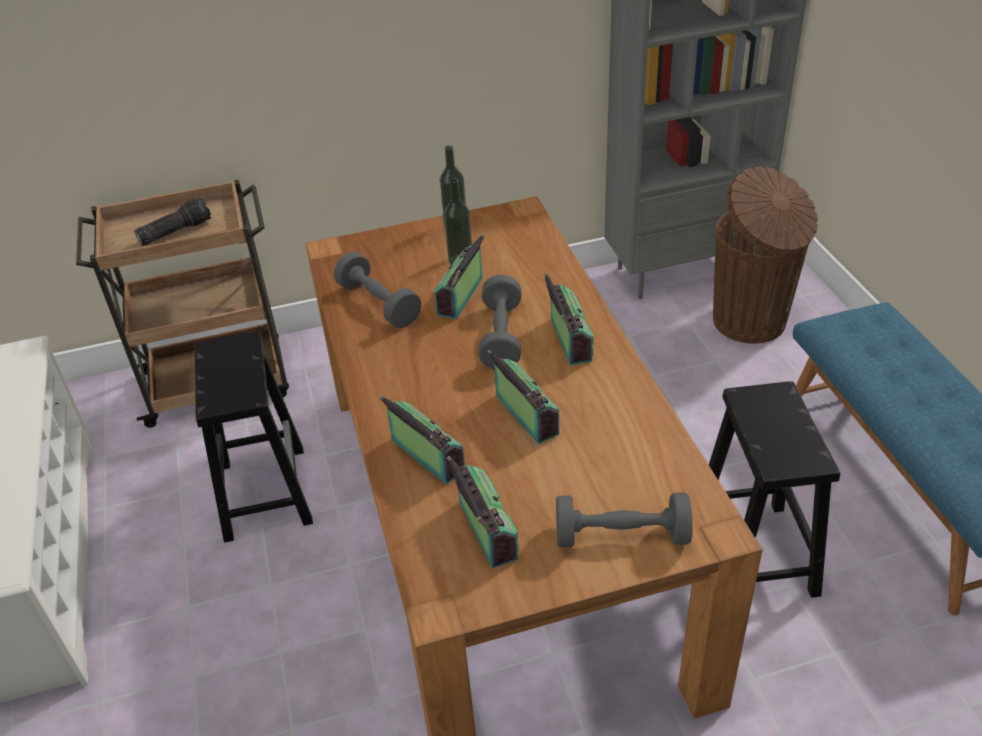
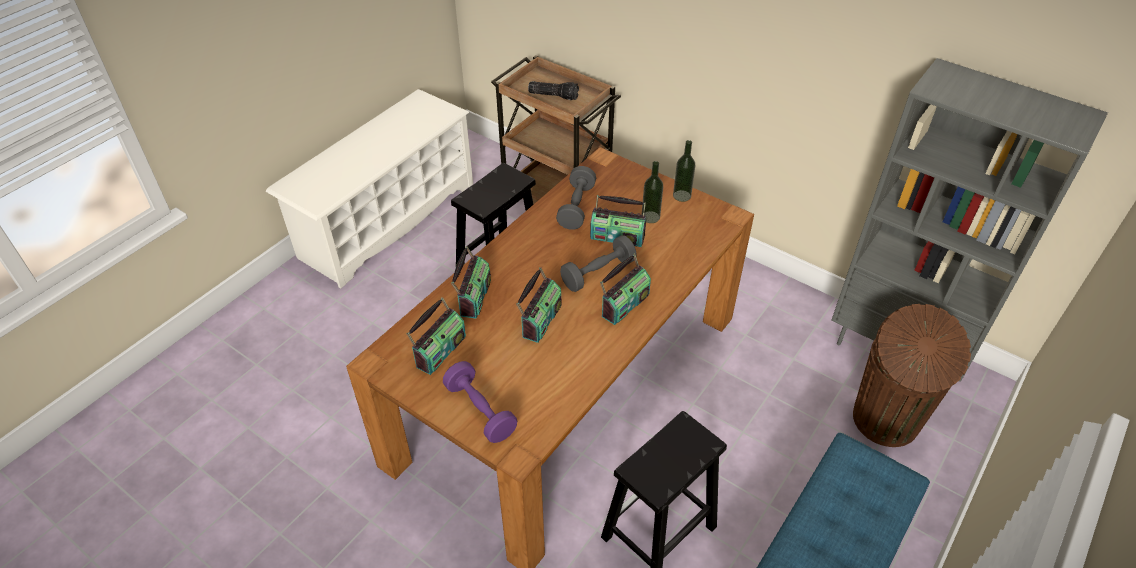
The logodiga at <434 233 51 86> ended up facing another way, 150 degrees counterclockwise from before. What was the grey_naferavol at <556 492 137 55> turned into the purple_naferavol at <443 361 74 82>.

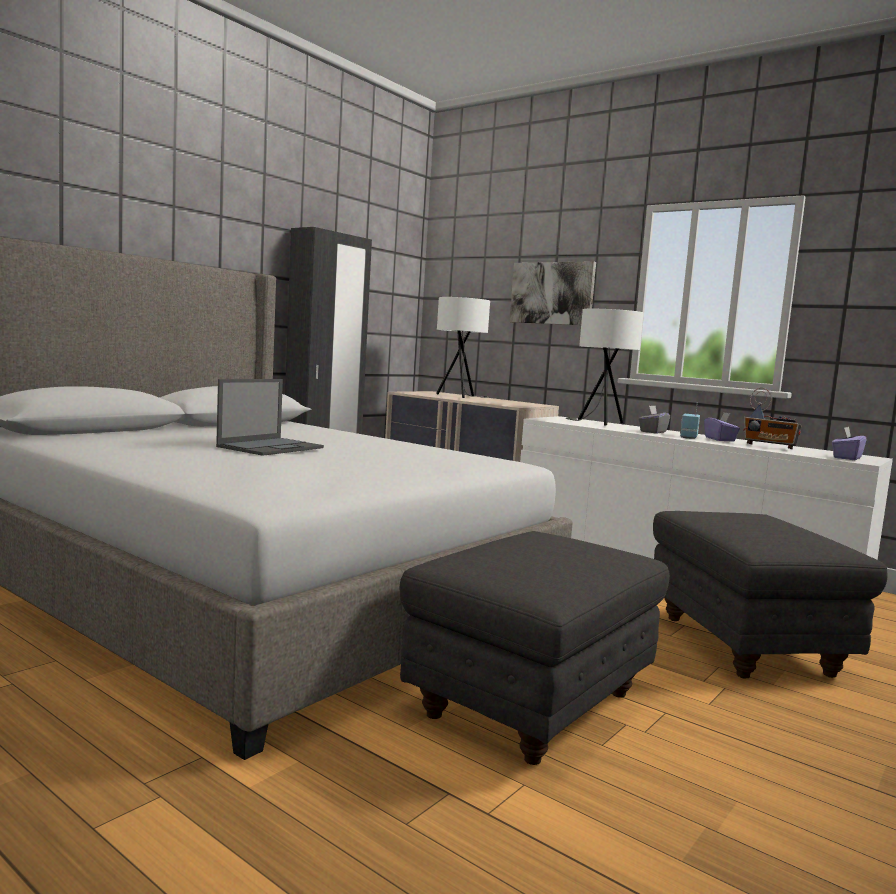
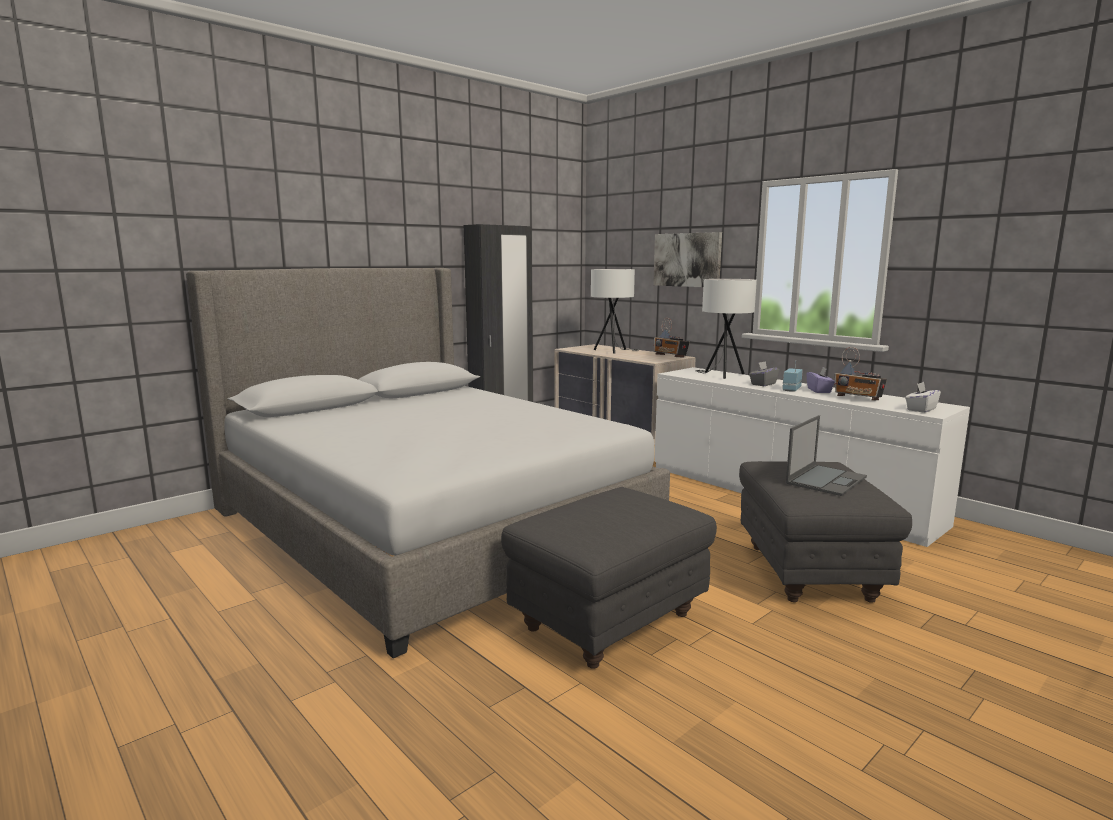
The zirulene ended up elsewhere, having gone from <216 379 108 77> to <786 415 81 81>. What was the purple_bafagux at <832 427 34 33> turned into the white_bafagux at <905 382 36 31>. The second view gained the logodiga at <653 318 37 40>.

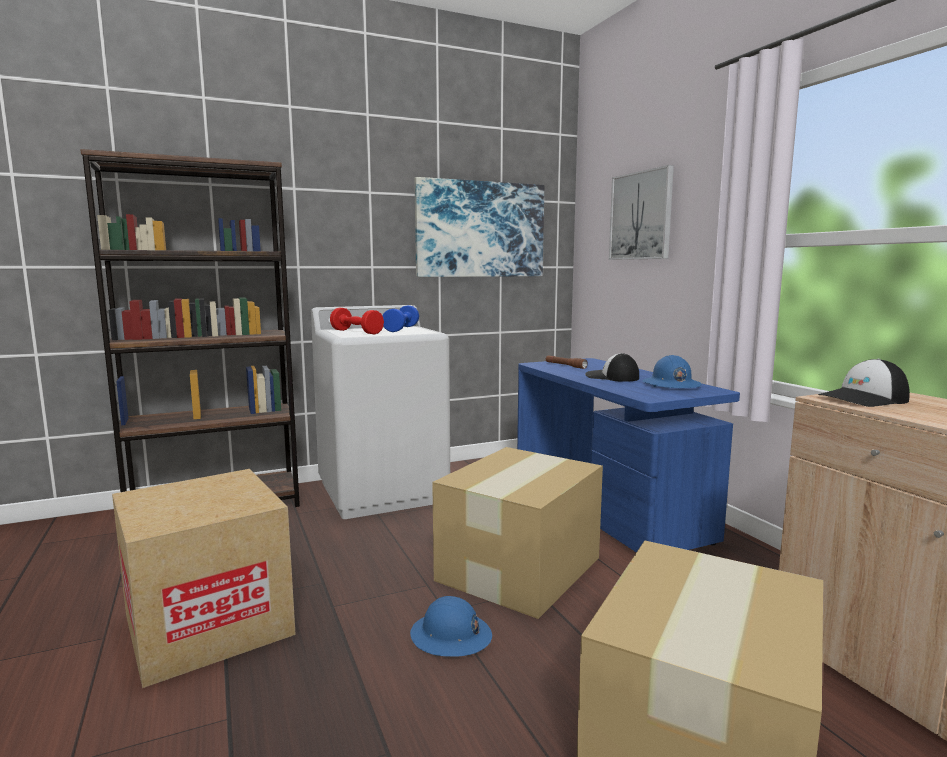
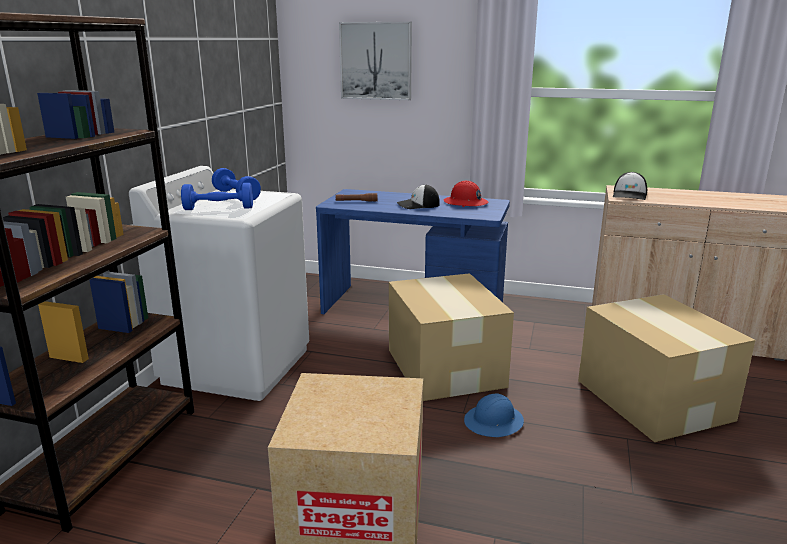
The second view lost the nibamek at <414 177 130 100>. What was the red_naferavol at <330 308 54 26> turned into the blue_naferavol at <181 183 72 27>. What was the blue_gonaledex at <642 355 60 33> turned into the red_gonaledex at <444 181 44 26>.

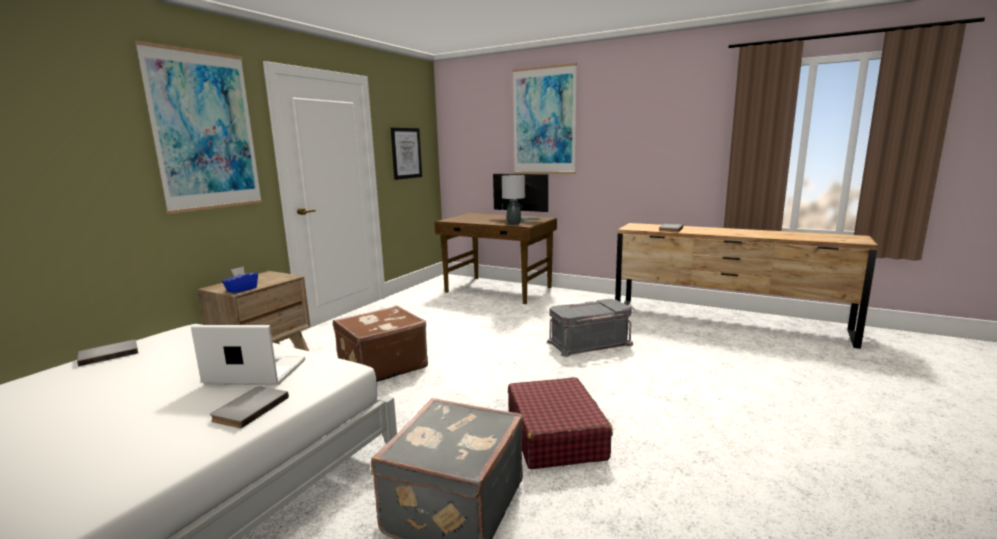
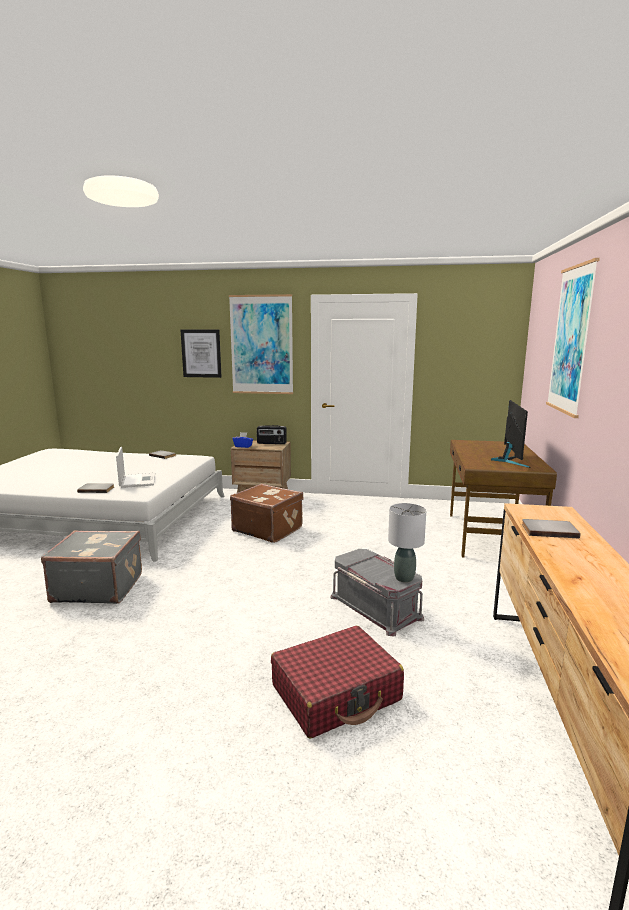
The nibamek ended up elsewhere, having gone from <391 128 31 52> to <181 330 41 48>. The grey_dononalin ended up elsewhere, having gone from <502 175 23 50> to <388 503 38 80>. The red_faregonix ended up elsewhere, having gone from <508 377 105 92> to <271 626 133 112>. The second view gained the logodiga at <257 425 30 19>.

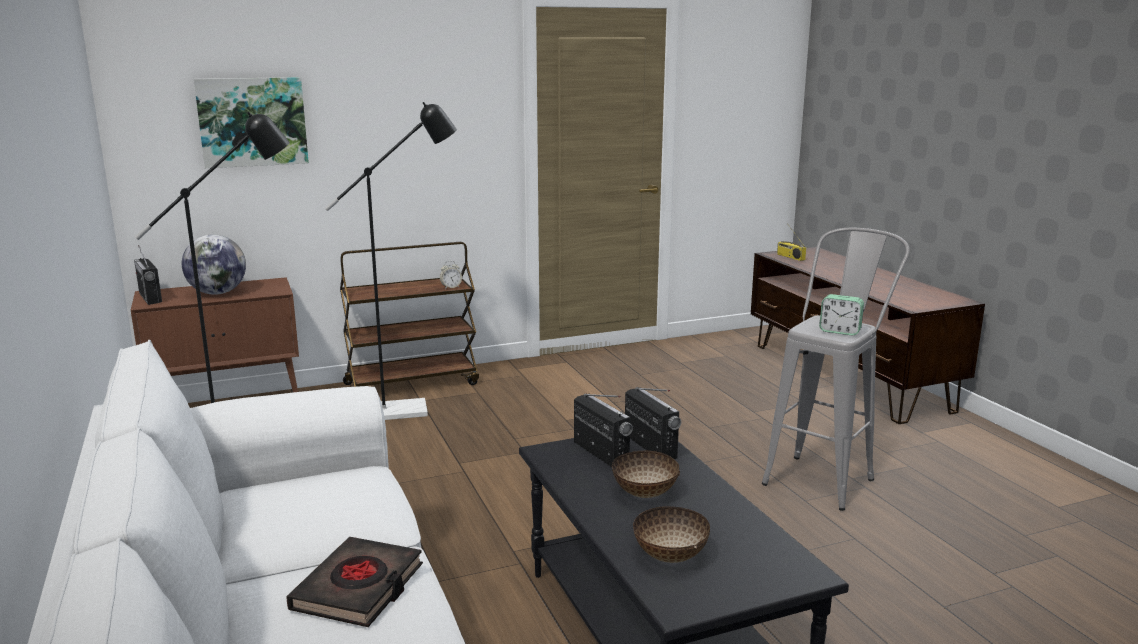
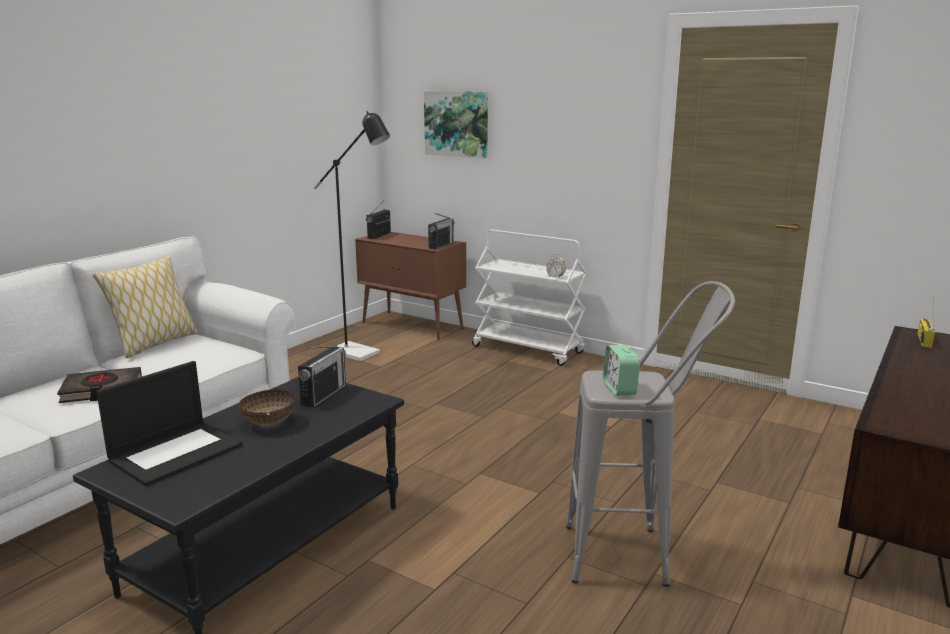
The second view lost the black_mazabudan at <325 102 132 318>. The second view lost the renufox at <182 234 64 61>. What was the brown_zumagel at <340 242 139 145> turned into the white_zumagel at <472 229 115 137>. The logodiga ended up elsewhere, having gone from <625 387 56 72> to <428 213 27 37>. Where the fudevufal stood at <633 506 77 57>, the zirulene came to stand at <96 361 147 125>. The second view gained the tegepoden at <93 255 105 103>.

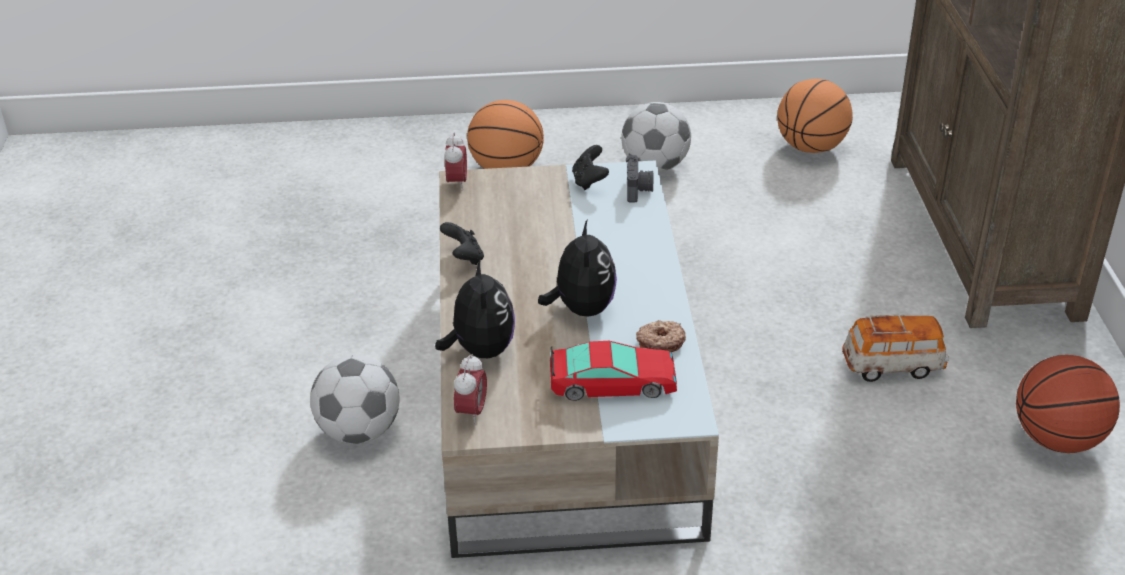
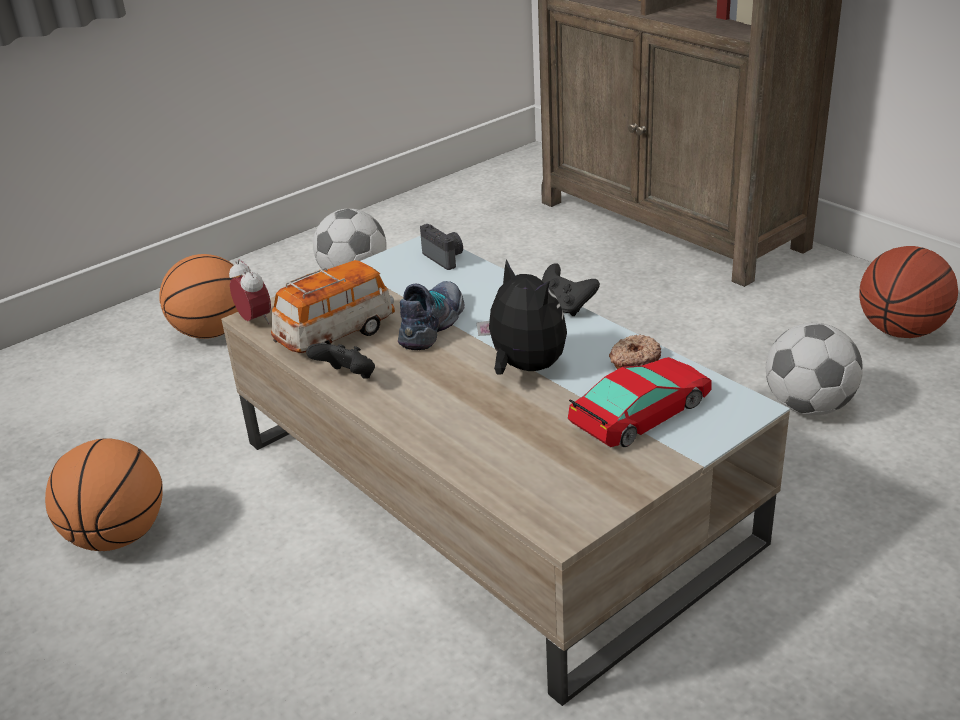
The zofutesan ended up elsewhere, having gone from <777 79 76 74> to <45 438 118 113>. The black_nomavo ended up elsewhere, having gone from <572 145 37 45> to <542 263 58 53>. The second view lost the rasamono at <435 258 80 100>. The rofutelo ended up elsewhere, having gone from <842 315 107 67> to <271 260 124 93>. The second view lost the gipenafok at <454 354 33 71>. The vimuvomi ended up elsewhere, having gone from <310 355 90 89> to <766 323 97 92>. The second view gained the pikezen at <398 281 66 69>.

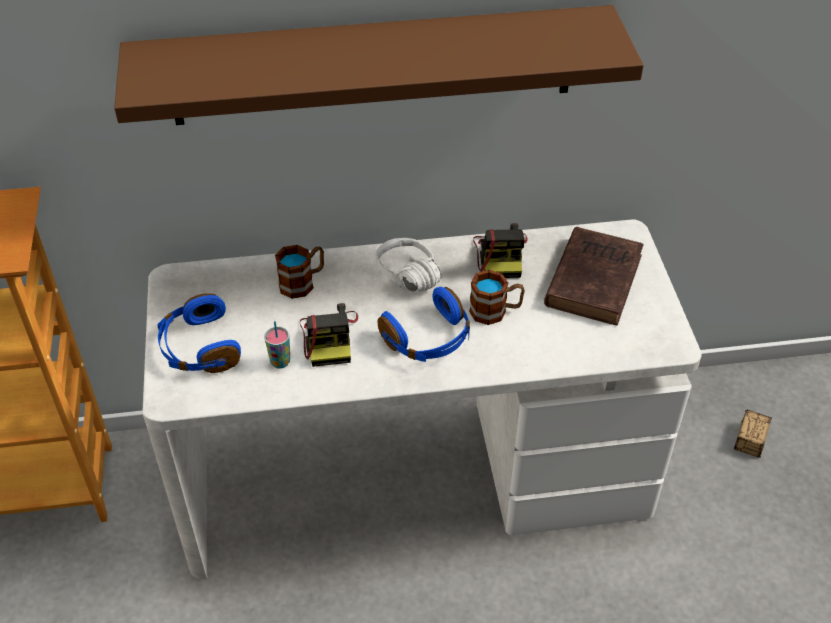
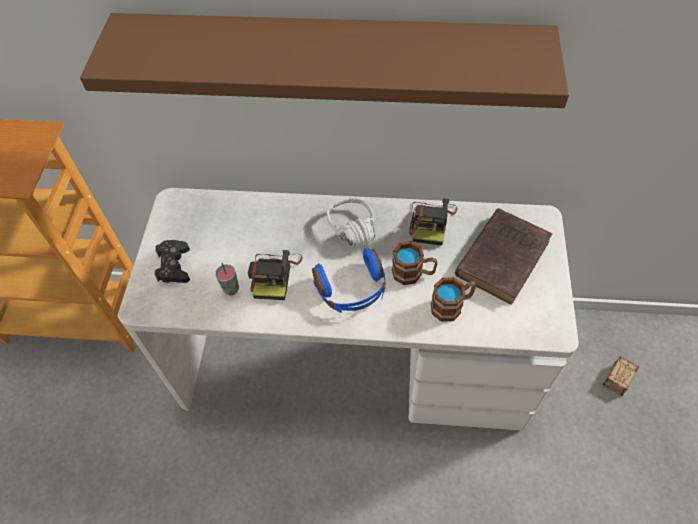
The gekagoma ended up elsewhere, having gone from <275 245 49 54> to <431 277 45 45>. Where the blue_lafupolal stood at <157 293 84 80>, the black_nomavo came to stand at <155 240 35 43>.

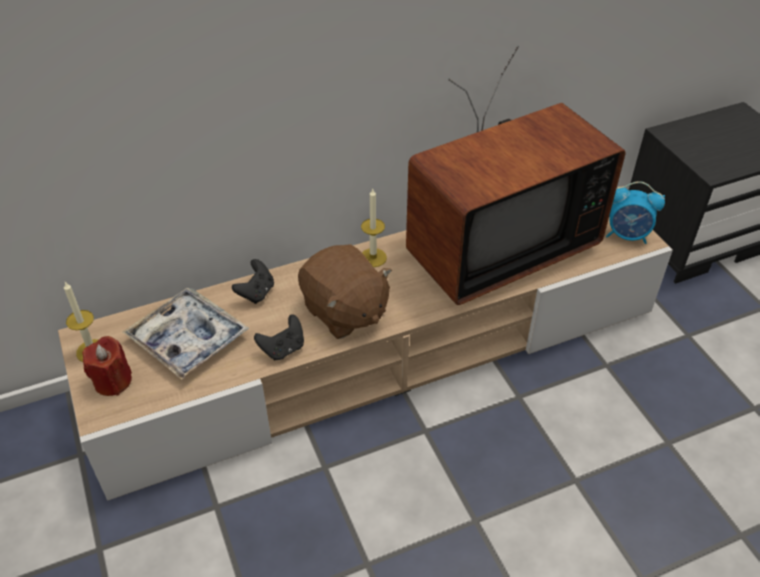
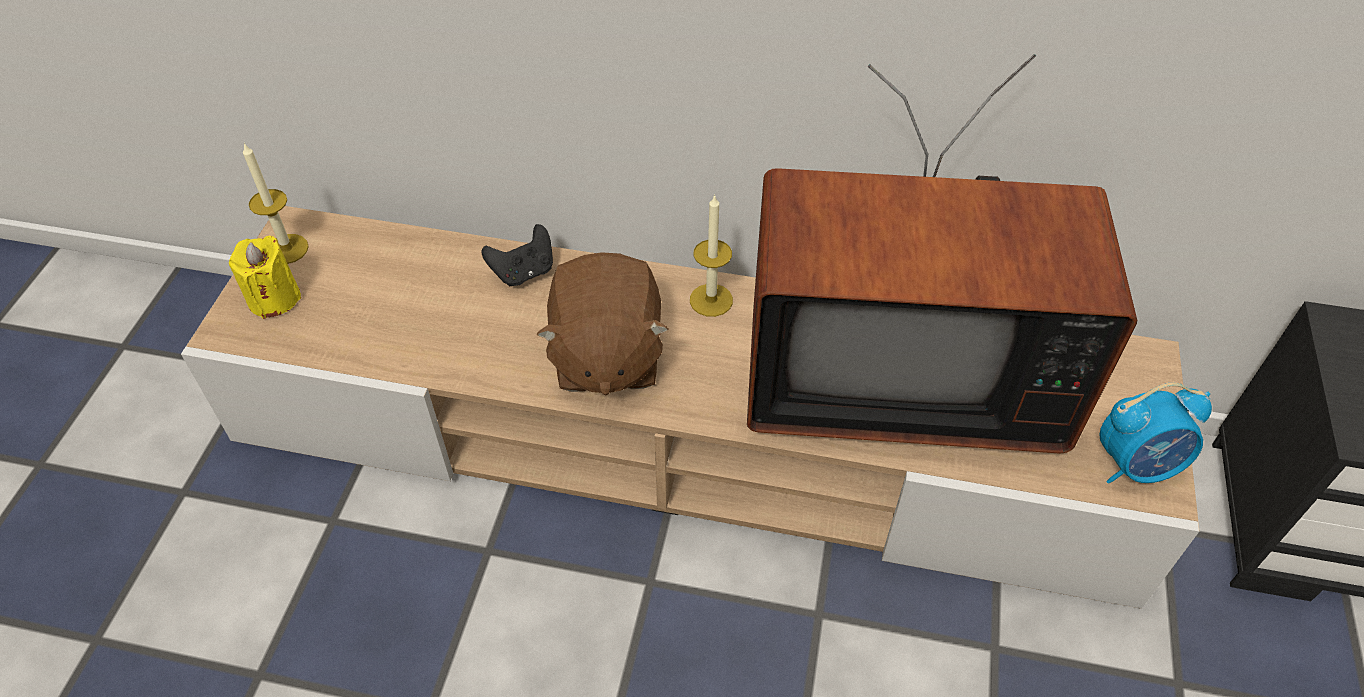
The gipenafok at <606 181 59 63> ended up facing another way, 60 degrees counterclockwise from before. The second view lost the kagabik at <123 288 126 92>. The second view lost the black_nomavo at <254 315 50 45>. What was the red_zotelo at <83 336 49 60> turned into the yellow_zotelo at <229 236 72 83>.

